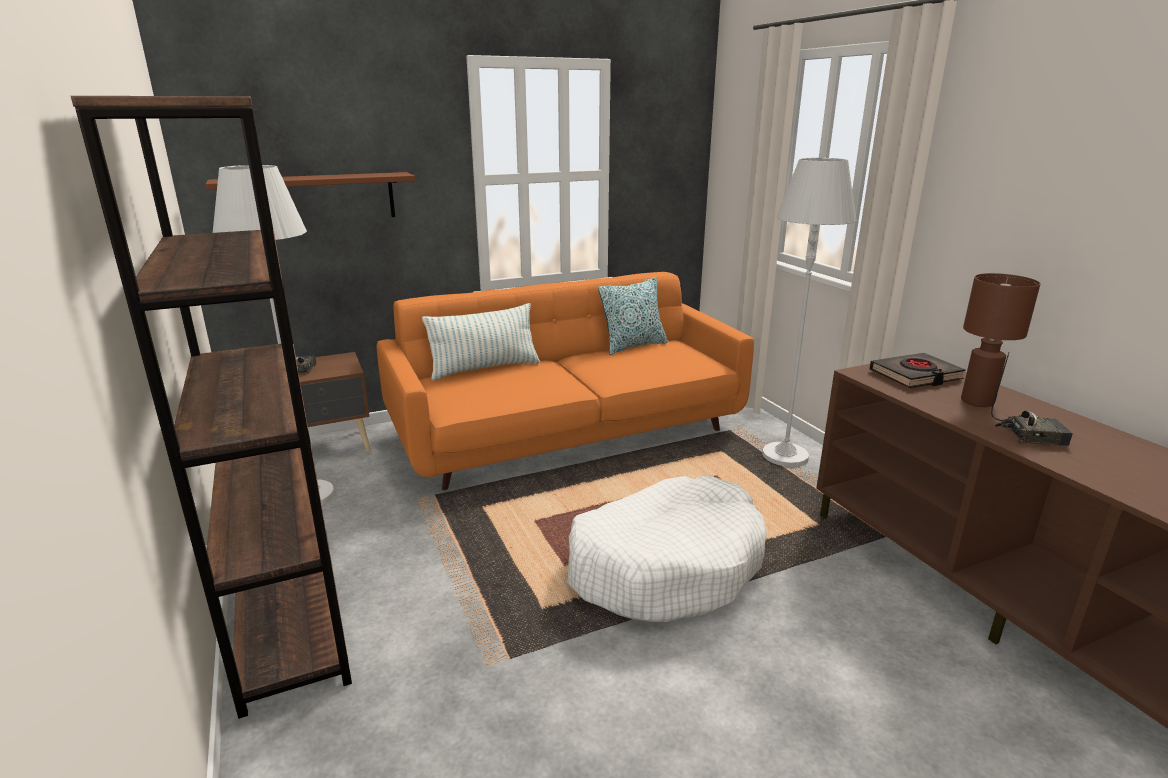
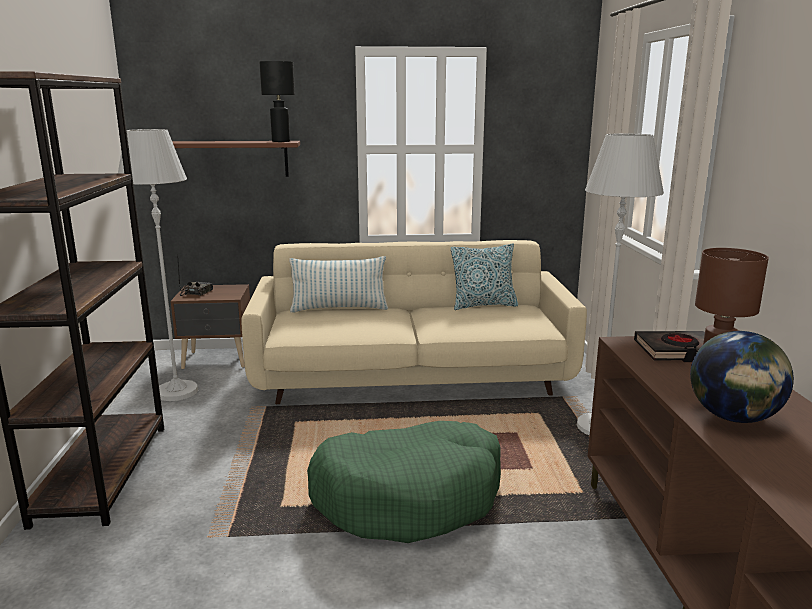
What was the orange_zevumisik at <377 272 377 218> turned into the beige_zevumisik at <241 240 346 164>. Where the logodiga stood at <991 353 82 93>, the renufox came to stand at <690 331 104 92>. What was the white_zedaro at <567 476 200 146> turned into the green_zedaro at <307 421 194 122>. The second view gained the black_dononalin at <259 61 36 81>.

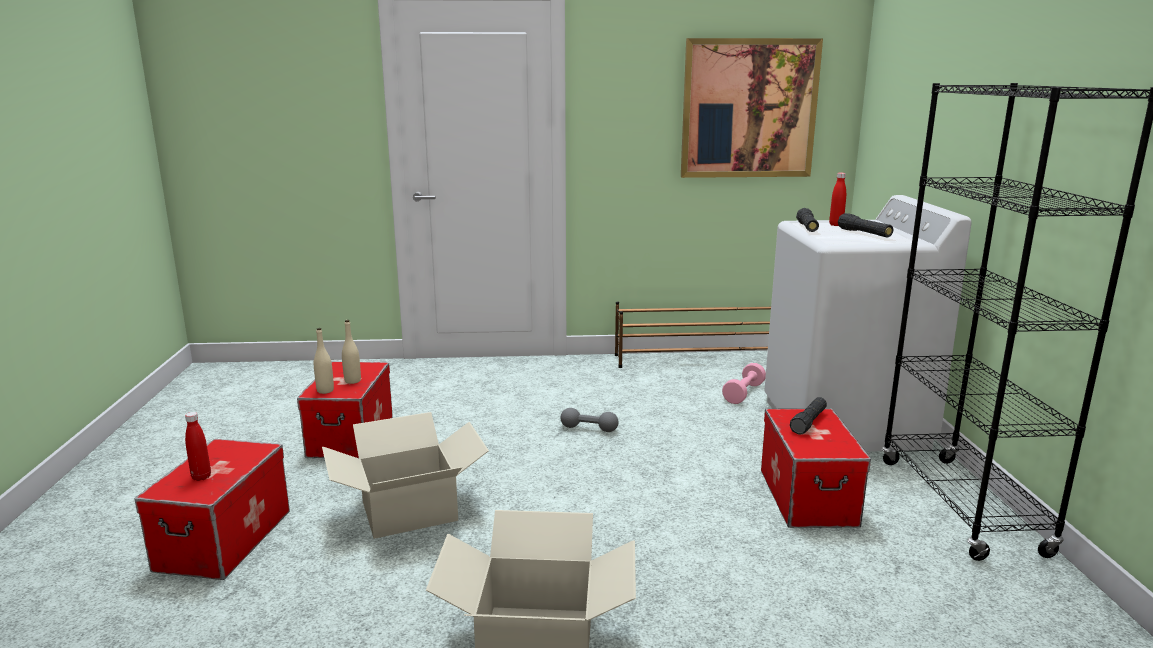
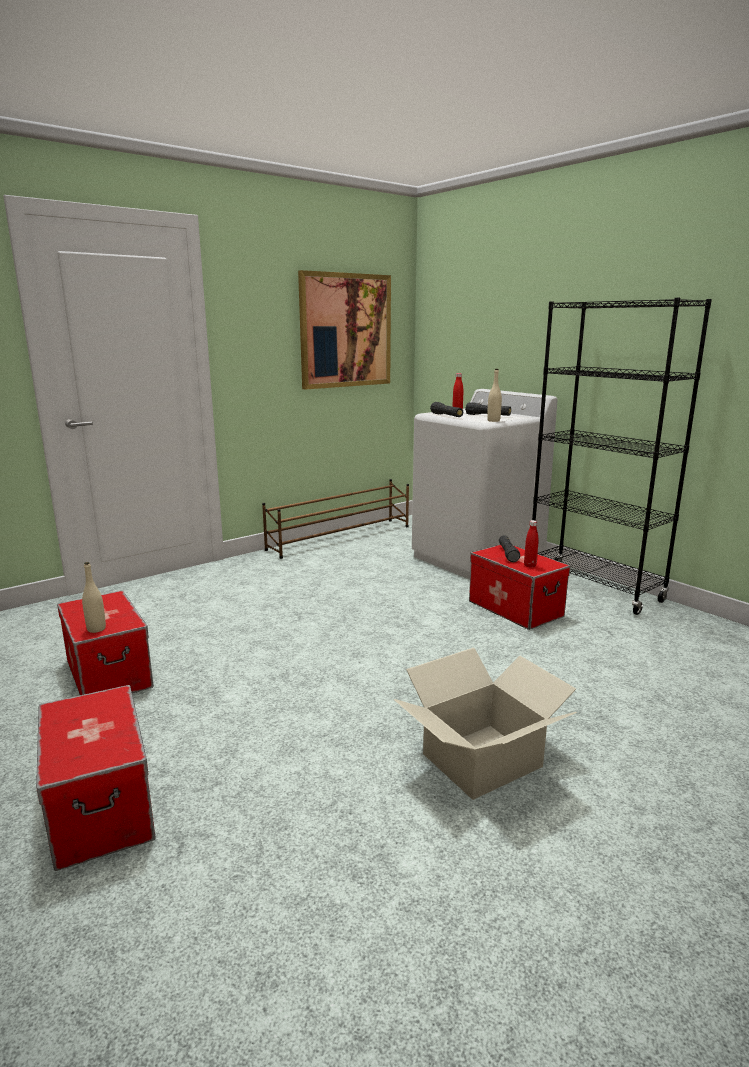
The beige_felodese ended up elsewhere, having gone from <342 320 19 64> to <487 369 15 53>. The second view lost the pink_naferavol at <722 363 44 41>. The second view lost the grey_naferavol at <560 408 59 24>. The red_felodese ended up elsewhere, having gone from <185 412 26 69> to <524 520 14 48>. The second view lost the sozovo at <322 412 167 127>.

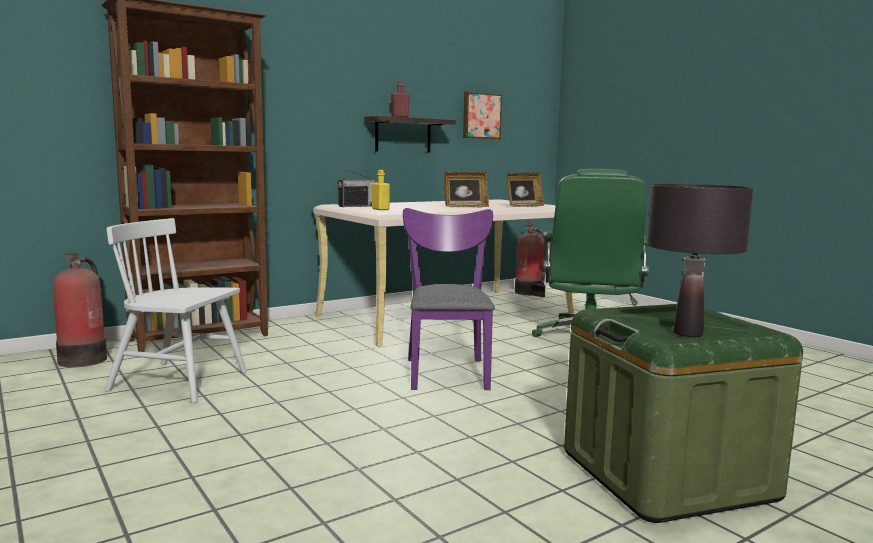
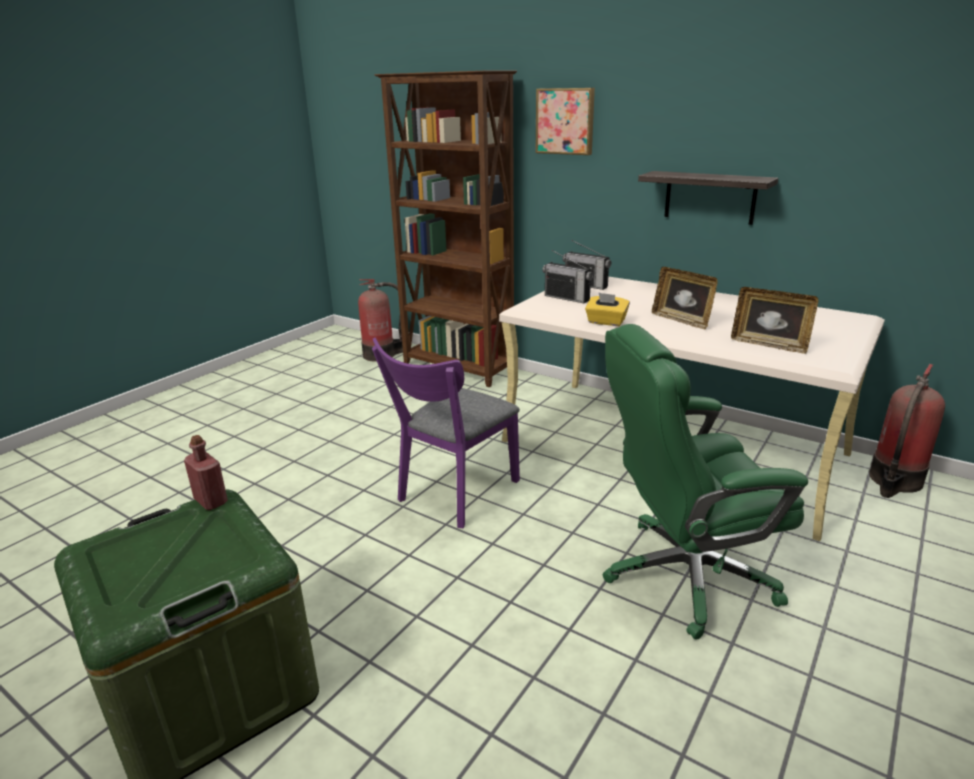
The red_felodese ended up elsewhere, having gone from <391 81 19 36> to <184 435 44 75>. The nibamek ended up elsewhere, having gone from <463 92 39 47> to <536 88 59 67>. Where the yellow_felodese stood at <372 170 18 40>, the logodiga came to stand at <542 250 51 53>. The second view lost the black_dononalin at <647 184 106 153>. The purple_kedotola at <403 208 92 182> ended up facing another way, 150 degrees clockwise from before. The second view lost the white_kedotola at <105 218 142 185>. The second view gained the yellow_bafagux at <585 293 45 33>.

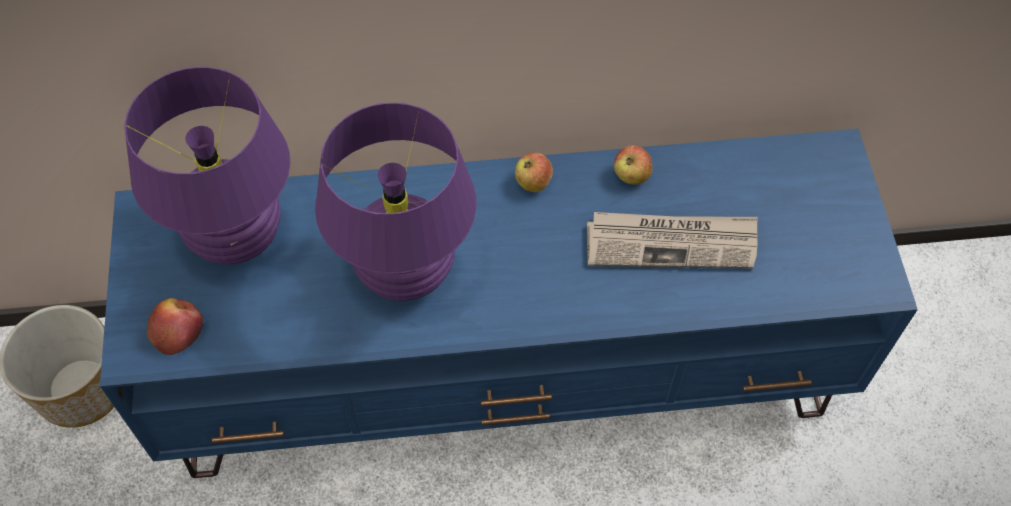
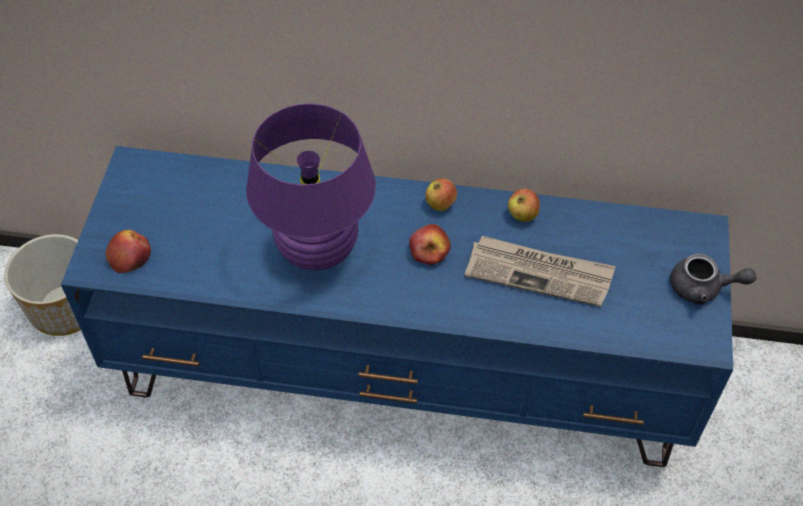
The second view lost the purple_dononalin at <124 66 166 199>. The second view gained the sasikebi at <409 224 42 41>. The second view gained the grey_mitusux at <670 254 86 51>.

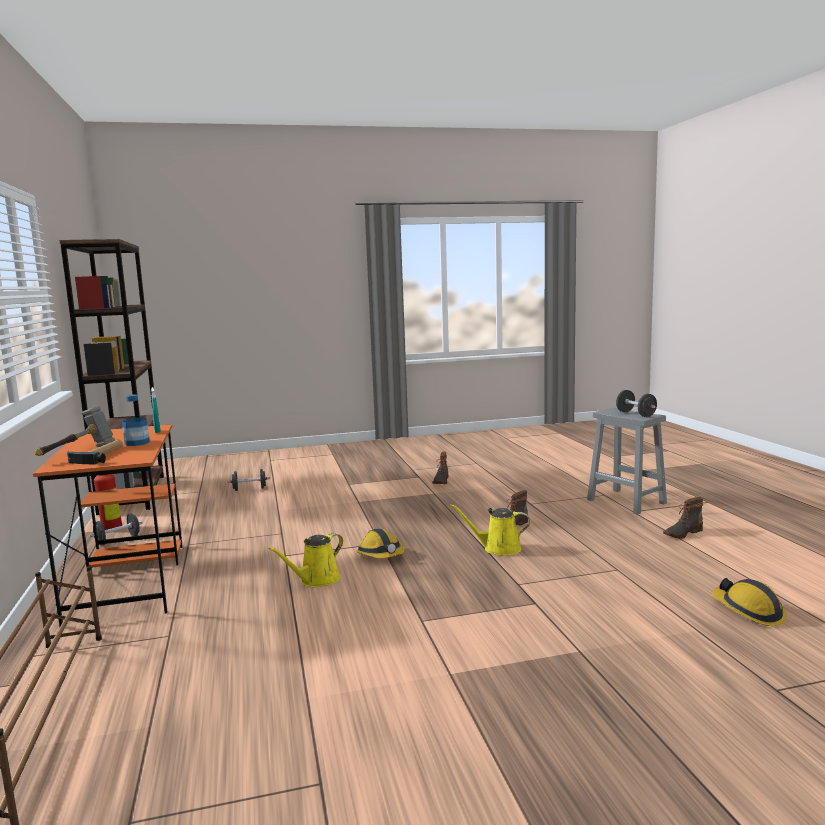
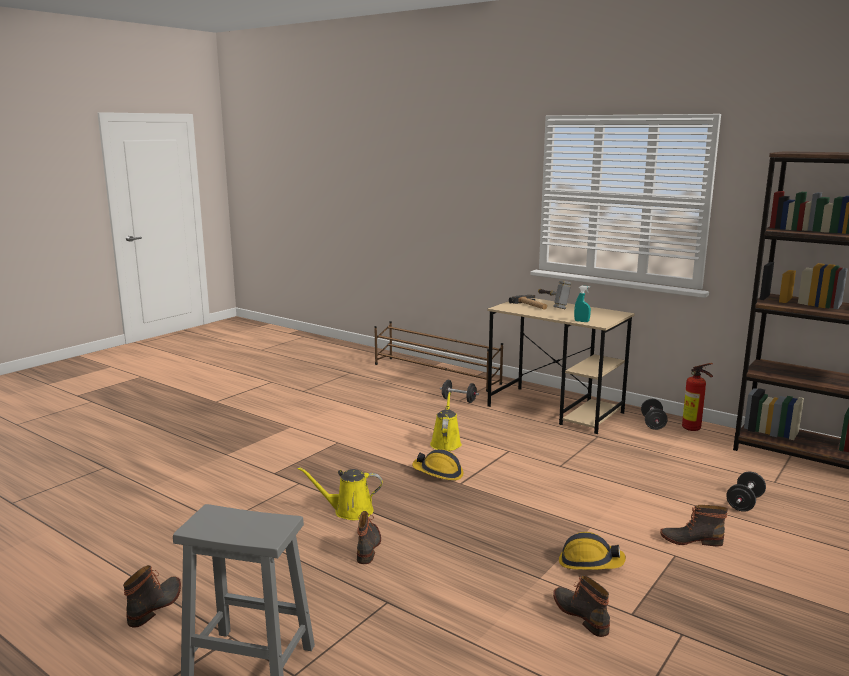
The black_naferavol ended up elsewhere, having gone from <616 390 41 27> to <440 380 39 23>. The second view lost the felodese at <122 395 28 51>. What was the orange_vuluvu at <33 424 150 203> turned into the beige_vuluvu at <487 298 148 136>. The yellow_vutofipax at <450 504 80 52> ended up facing another way, 150 degrees counterclockwise from before. The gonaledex ended up elsewhere, having gone from <712 578 74 48> to <559 532 67 38>. The second view gained the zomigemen at <660 505 68 41>.

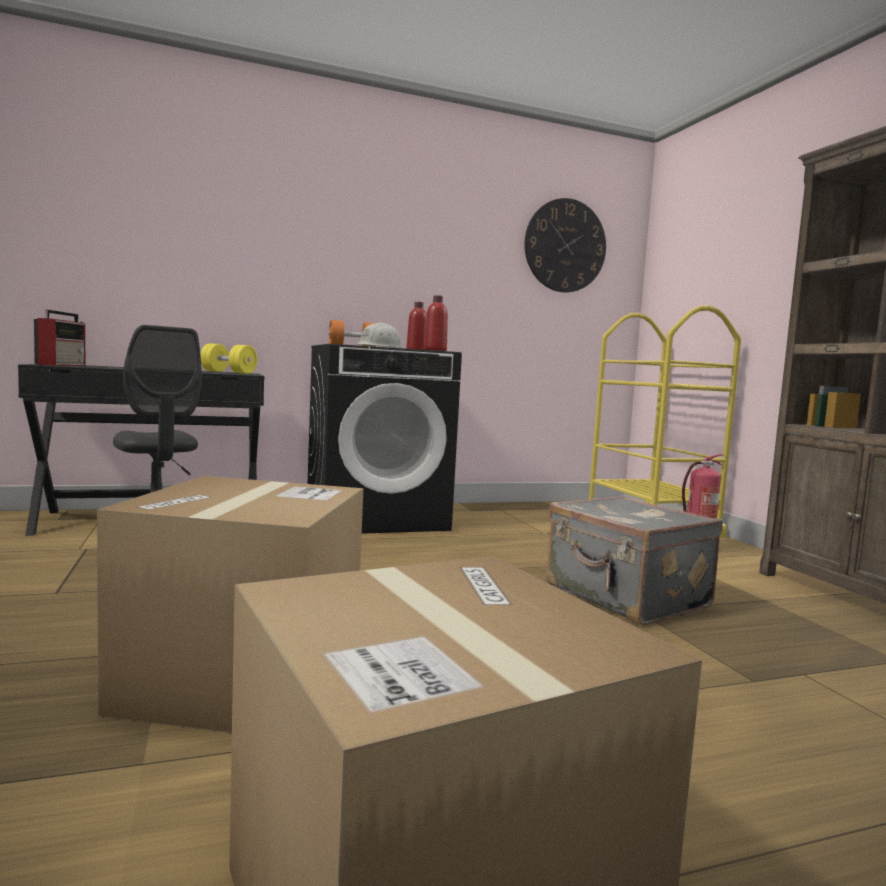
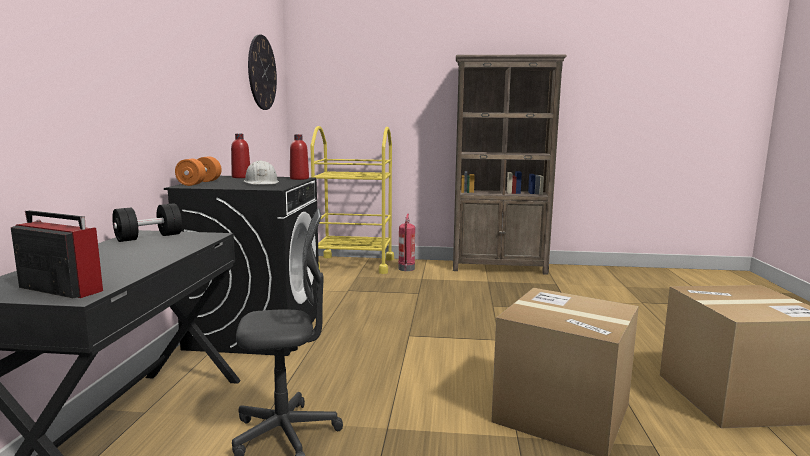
What was the yellow_naferavol at <200 343 57 31> turned into the black_naferavol at <112 203 70 39>. The second view lost the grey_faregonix at <546 496 177 129>.

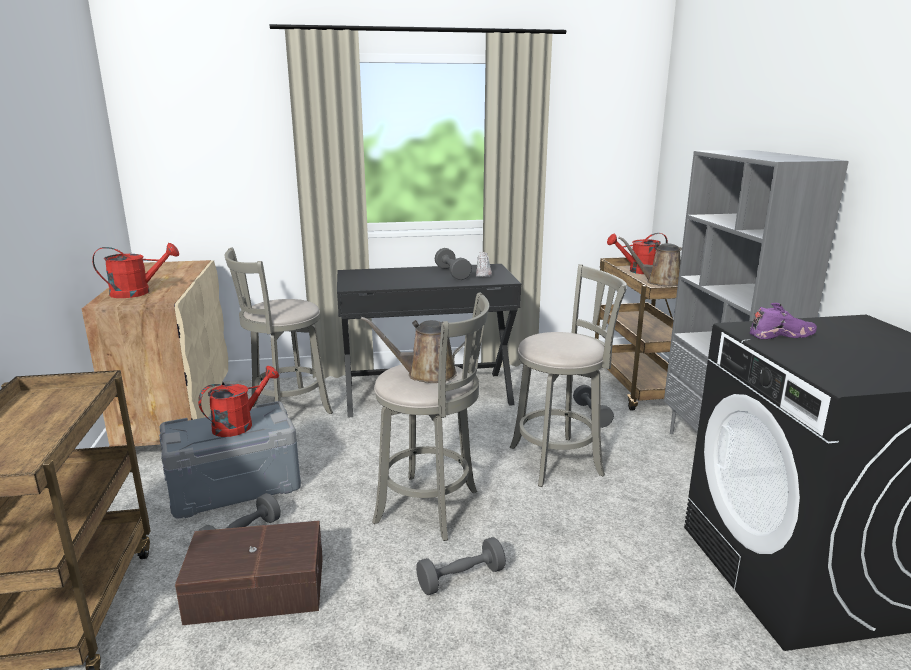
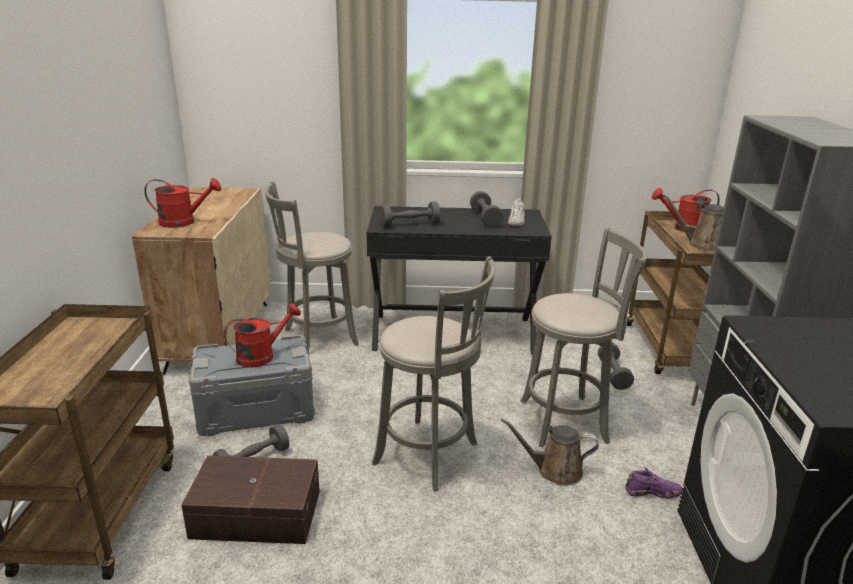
The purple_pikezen ended up elsewhere, having gone from <750 303 67 36> to <625 467 58 31>. The brown_vutofipax ended up elsewhere, having gone from <361 317 104 66> to <501 419 98 67>. The grey_naferavol ended up elsewhere, having gone from <416 537 90 58> to <381 201 59 26>.

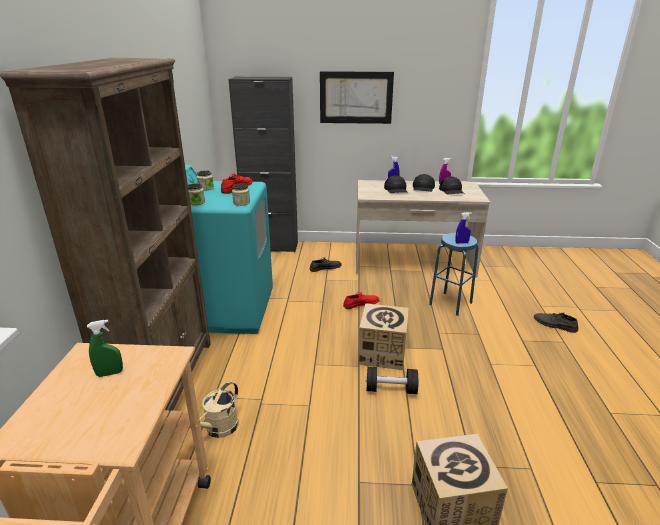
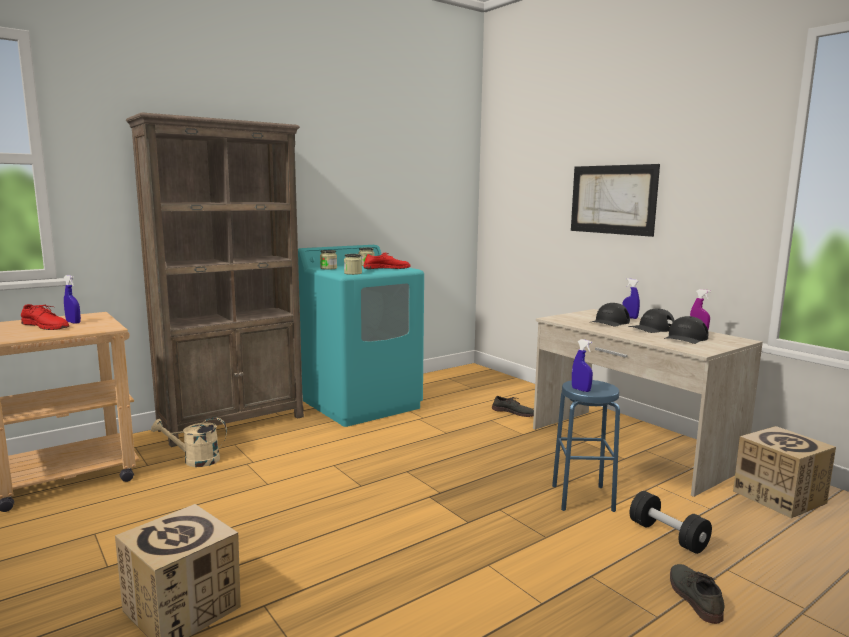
The second view lost the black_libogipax at <228 77 70 176>. The red_pikezen ended up elsewhere, having gone from <343 291 36 18> to <21 304 48 26>. The sozovo ended up elsewhere, having gone from <358 303 51 67> to <733 426 103 92>. What was the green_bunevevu at <87 320 36 57> turned into the blue_bunevevu at <64 275 17 49>. The black_naferavol ended up elsewhere, having gone from <366 367 53 27> to <630 491 82 63>.

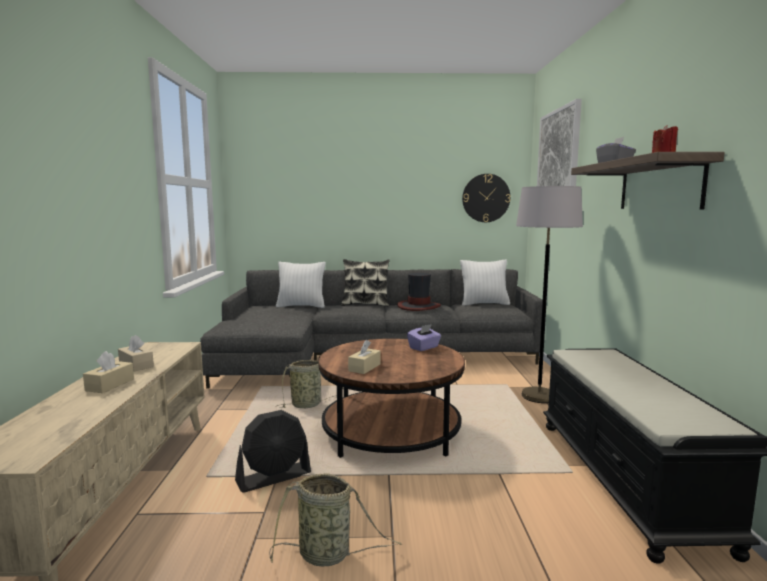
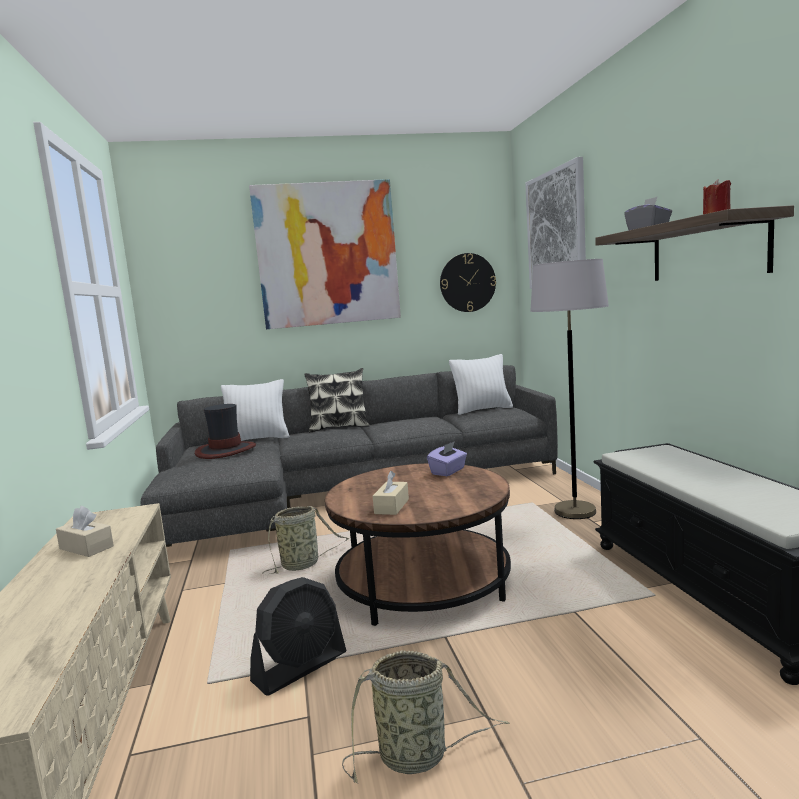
The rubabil ended up elsewhere, having gone from <397 273 44 38> to <195 404 61 55>. The second view lost the beige_bafagux at <83 351 51 42>. The second view gained the nibamek at <249 179 152 150>.

